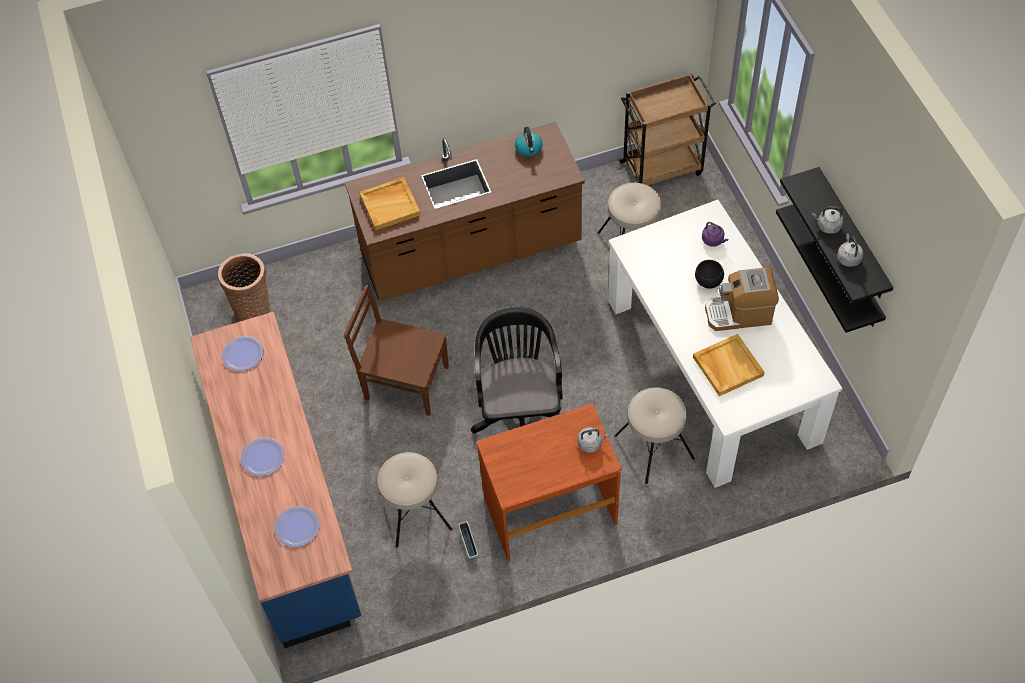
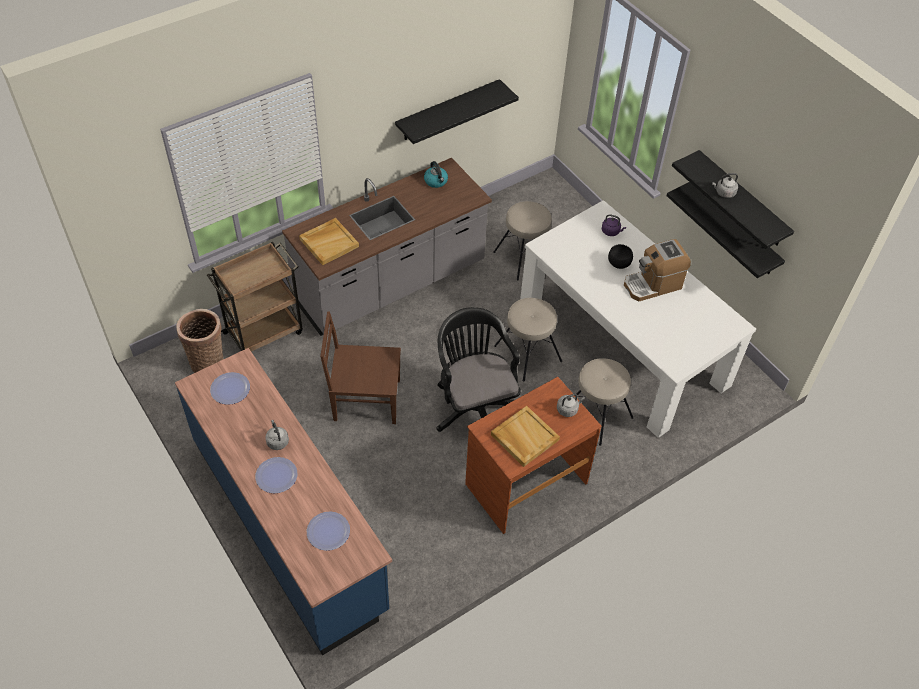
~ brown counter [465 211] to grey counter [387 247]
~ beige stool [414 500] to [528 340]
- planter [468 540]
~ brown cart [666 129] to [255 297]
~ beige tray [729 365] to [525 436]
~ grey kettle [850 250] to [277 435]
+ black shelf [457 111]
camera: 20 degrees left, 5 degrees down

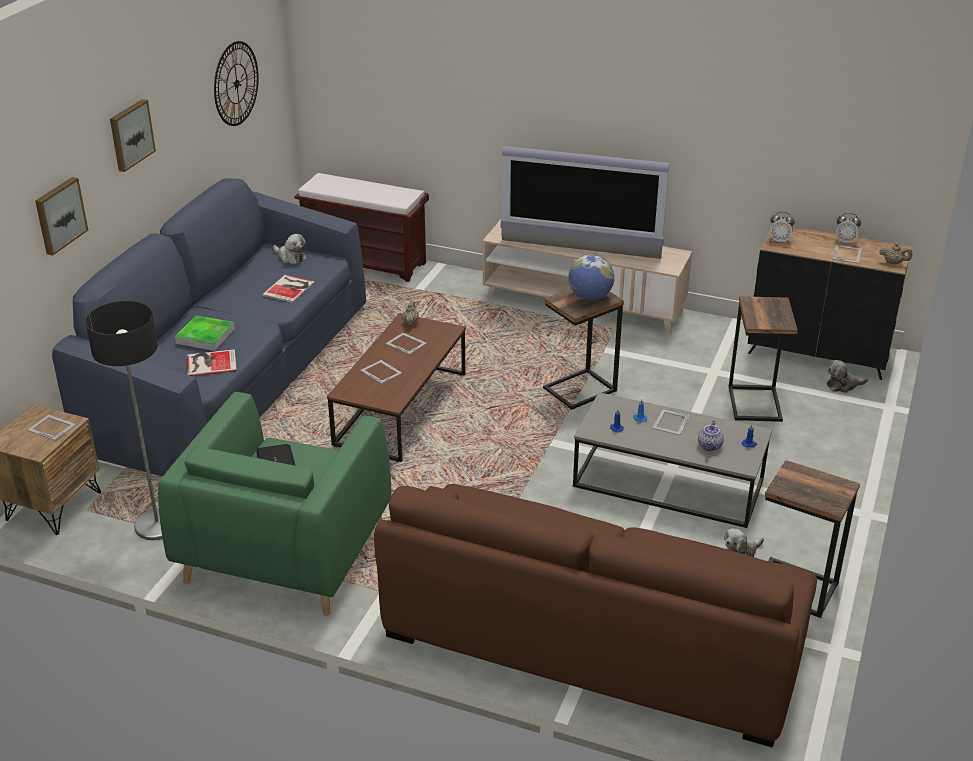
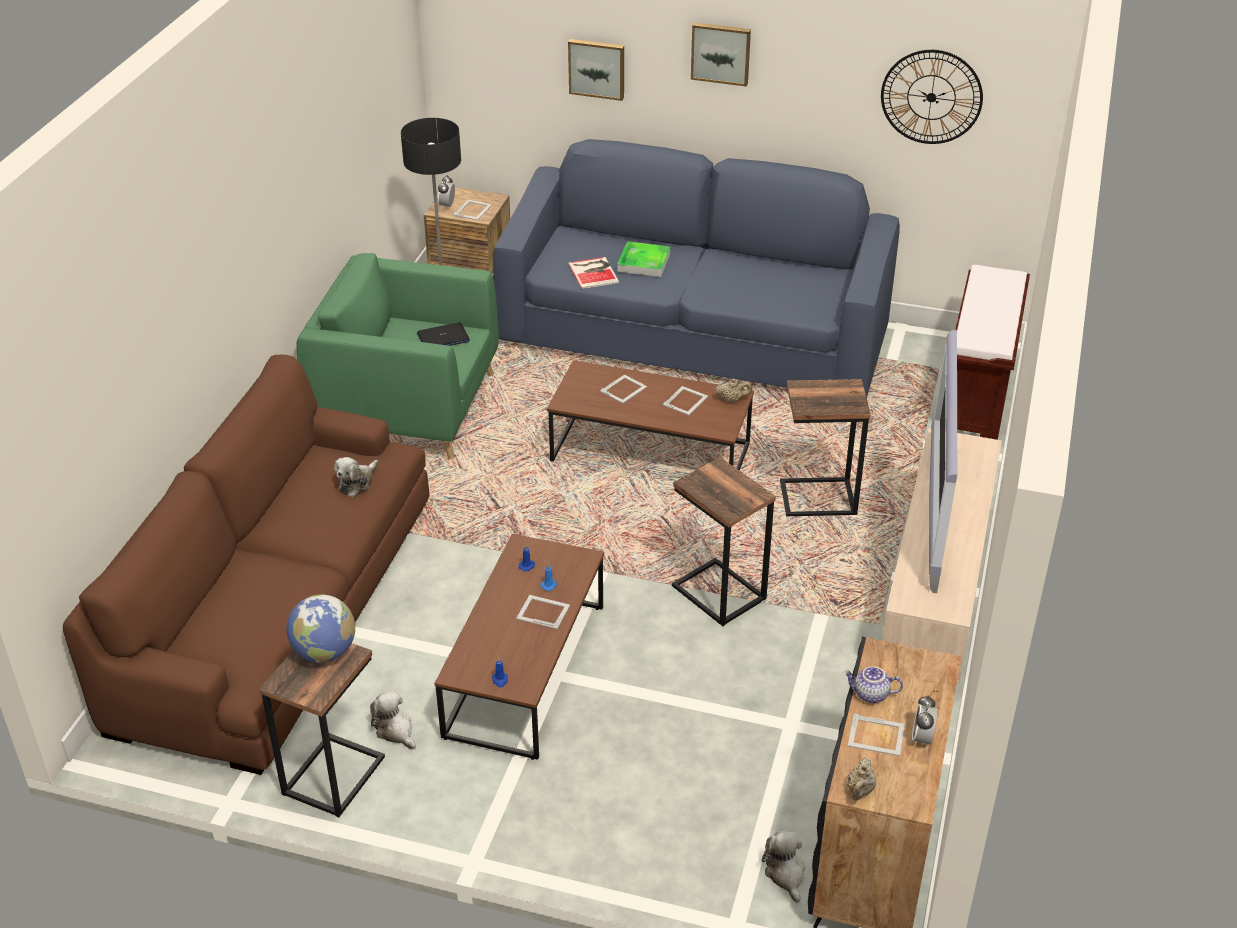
- book [288 289]
~ plush toy [290 249] to [356 477]
~ globe [591 278] to [320 628]
~ grey coffee table [672 460] to brown coffee table [519 647]
~ teapot [711 435] to [873 684]
~ side table [763 359] to [825 447]
~ alarm clock [782 227] to [446 192]
camera: 85 degrees right, 5 degrees up

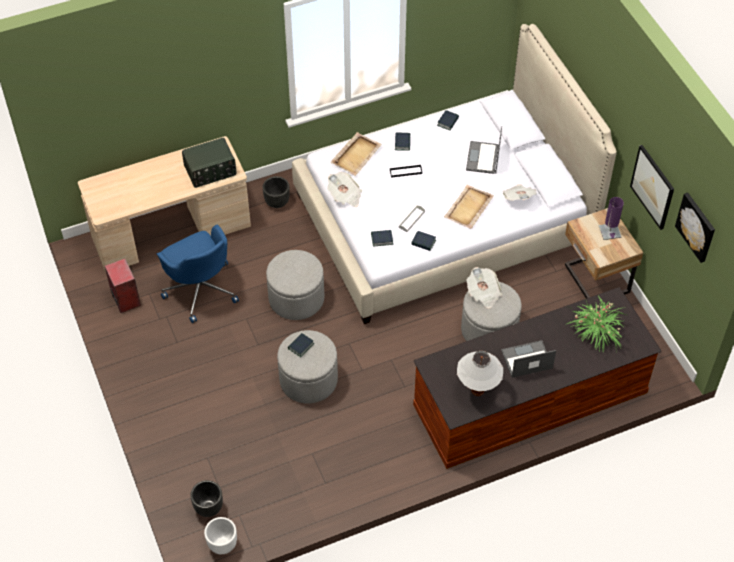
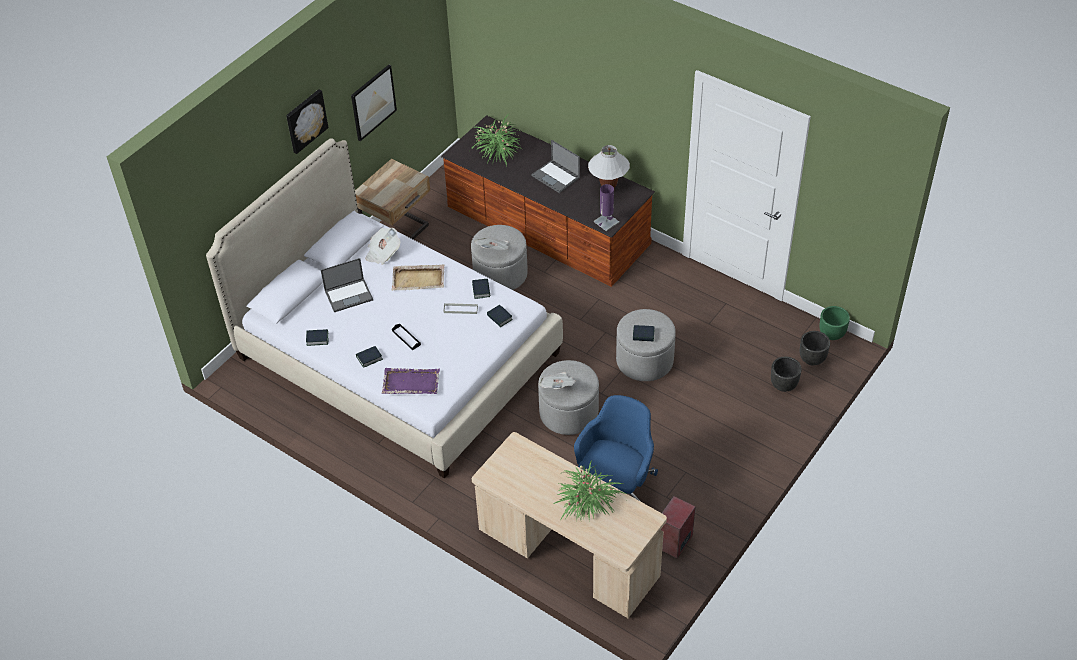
- radio [209 163]
~ white planter [220 535] to green planter [834 323]
~ black planter [276 192] to [786 374]
~ newspaper [344 189] to [557 380]
~ beige tray [356 154] to purple tray [411 381]
~ purple table lamp [611 218] to [606 207]
~ picture [695 228] to [307 121]
+ potted plant [590 490]
camera: 120 degrees left, 5 degrees down

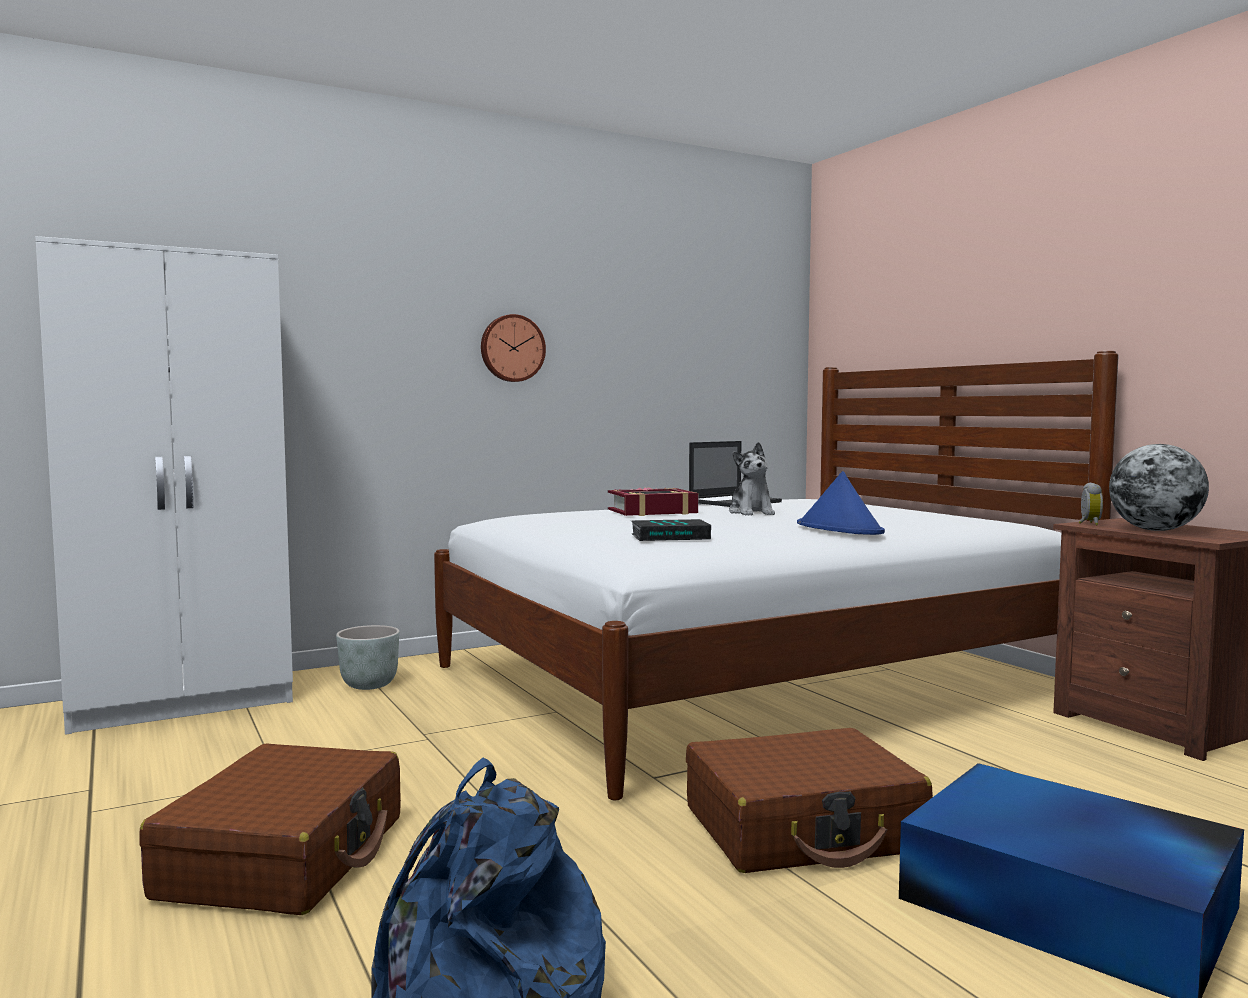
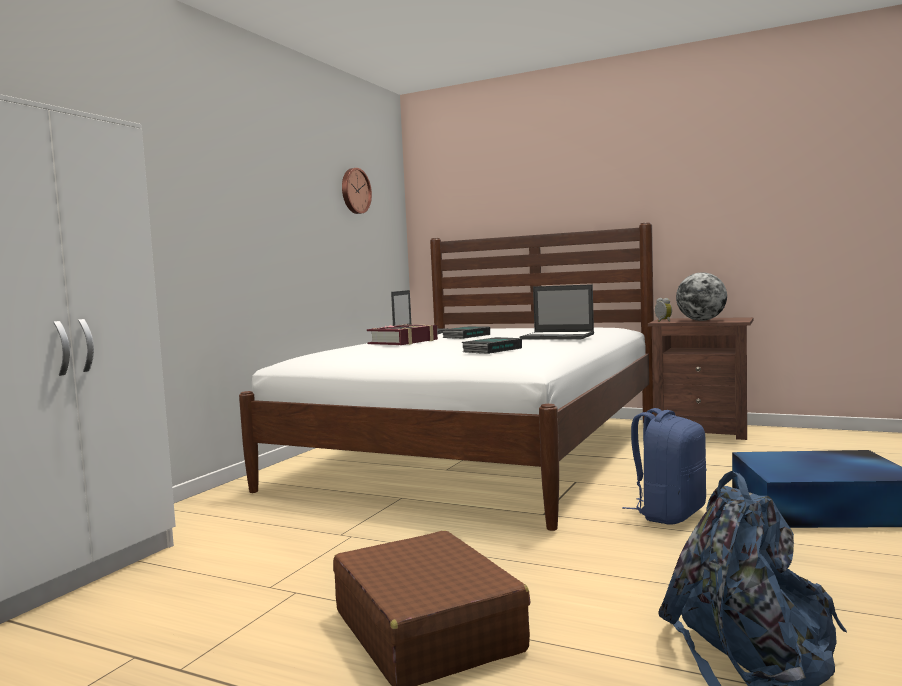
- grey planter [367 657]
~ wall clock [513 348] to [357 191]
~ brown suitcase [809 800] to blue backpack [664 466]
~ plush toy [752 479] to book [466 332]
~ blue hat [841 503] to laptop [556 312]
camera: 35 degrees left, 0 degrees up

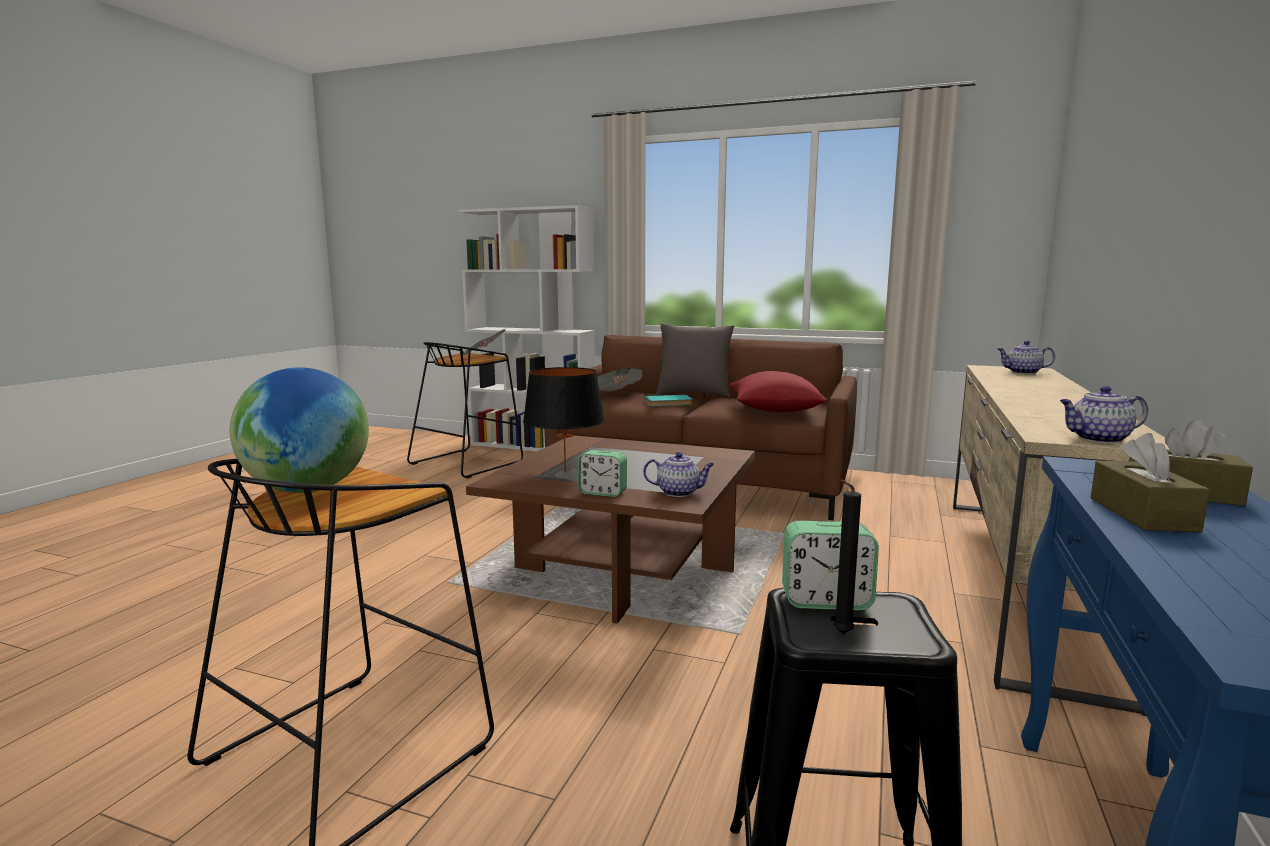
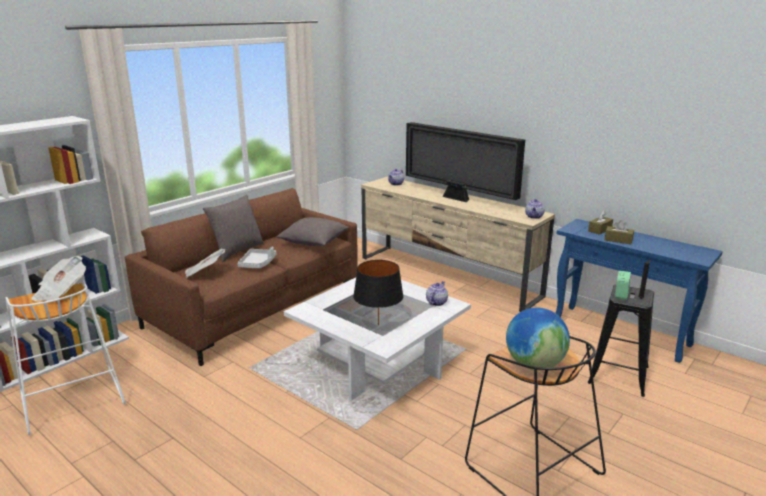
~ black stool [465 410] to white stool [65 358]
~ brown coffee table [610 529] to white coffee table [377 339]
- alarm clock [602 473]
~ turquoise book [668 400] to grey tray [257 257]
~ red pillow [778 391] to grey pillow [313 232]
+ television [465 162]
camera: 70 degrees left, 10 degrees up

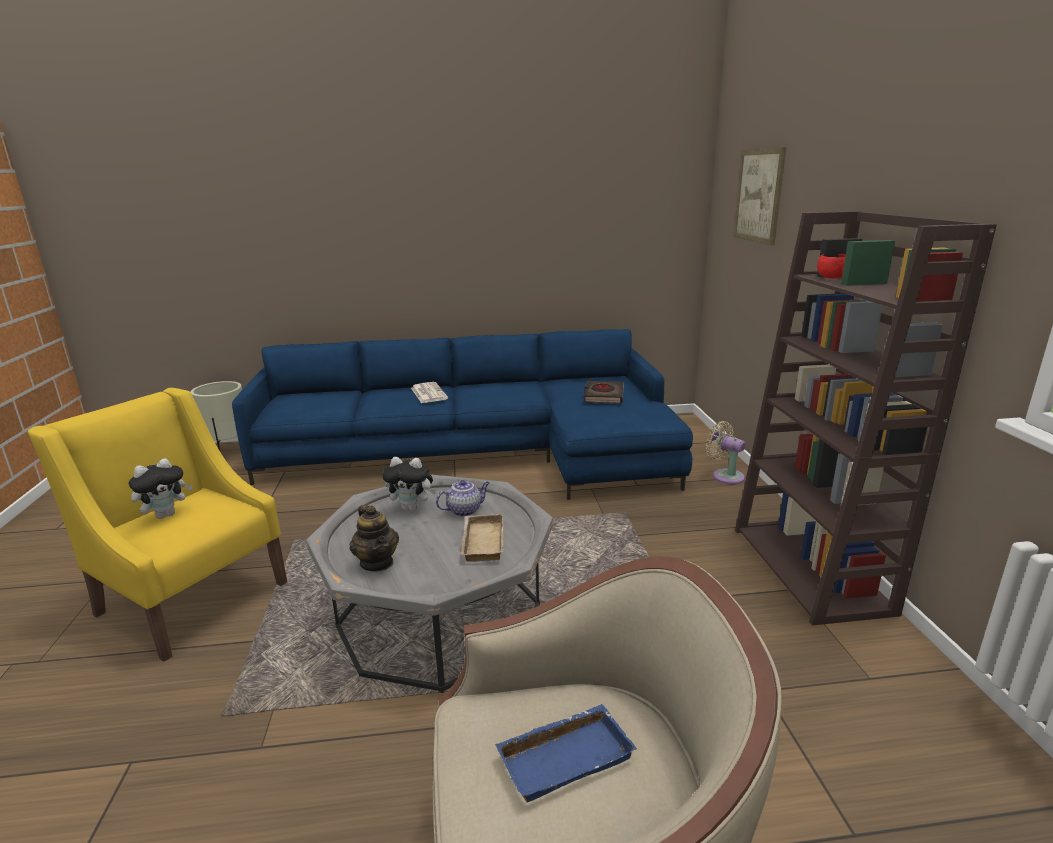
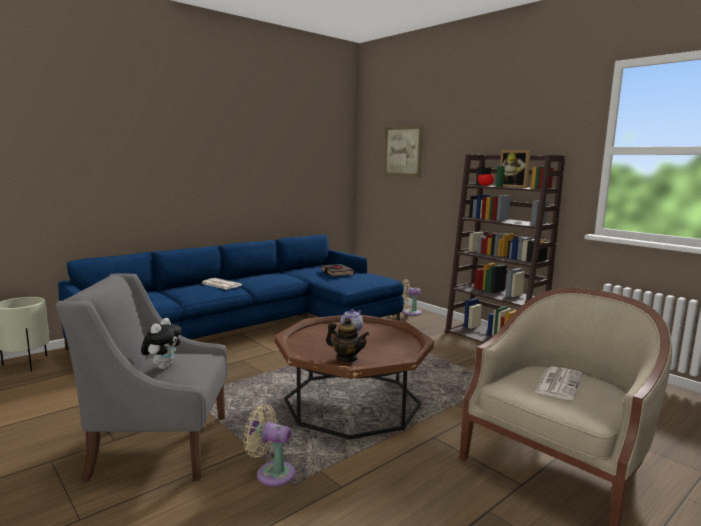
~ yellow armchair [157 525] to grey armchair [141 377]
~ grey coffee table [429 584] to brown coffee table [354 377]
- plush toy [409 484]
- beige tray [482 538]
~ blue tray [566 753] to newspaper [558 383]
+ beige fan [269 445]
+ picture frame [515 169]
camera: 35 degrees left, 10 degrees down

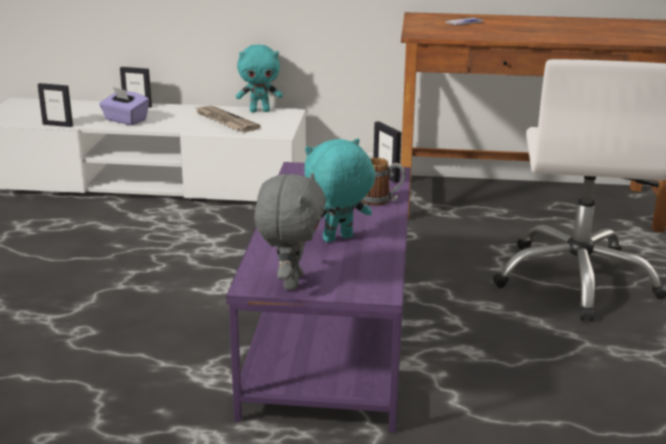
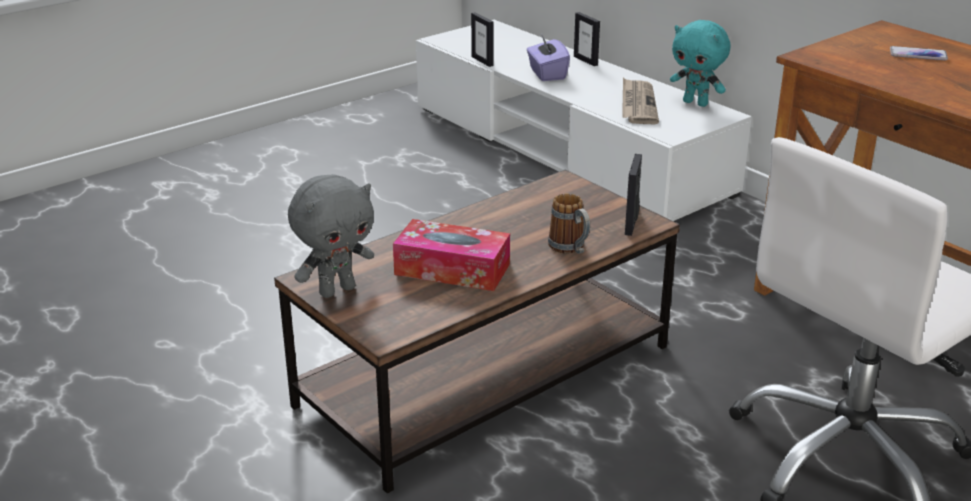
~ purple coffee table [318 297] to brown coffee table [477 331]
~ turquoise plush toy [340 190] to tissue box [451 255]
camera: 45 degrees right, 5 degrees up

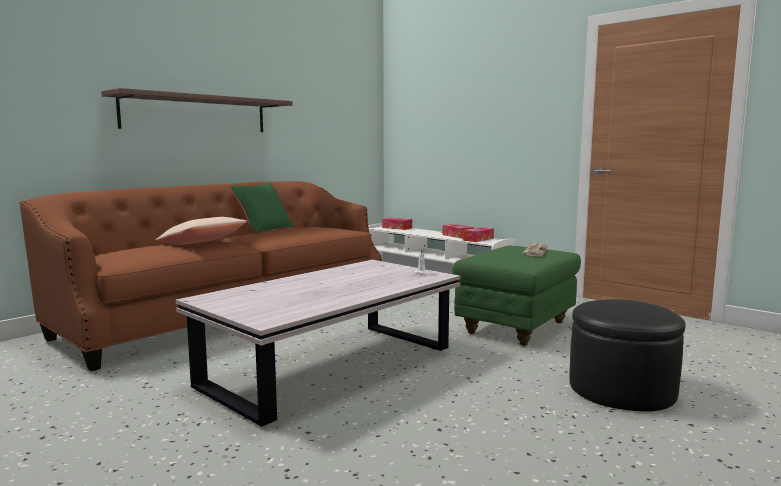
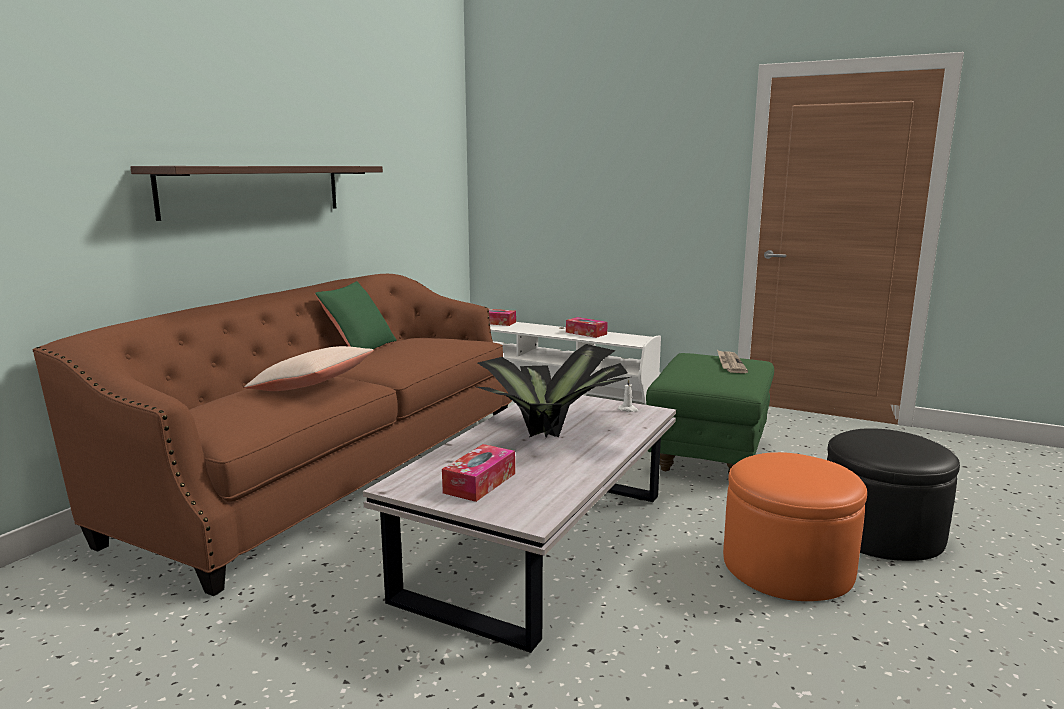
~ tissue box [478 234] to [478 473]
+ potted plant [553 391]
+ orange ottoman [795 526]
camera: 15 degrees left, 5 degrees up

